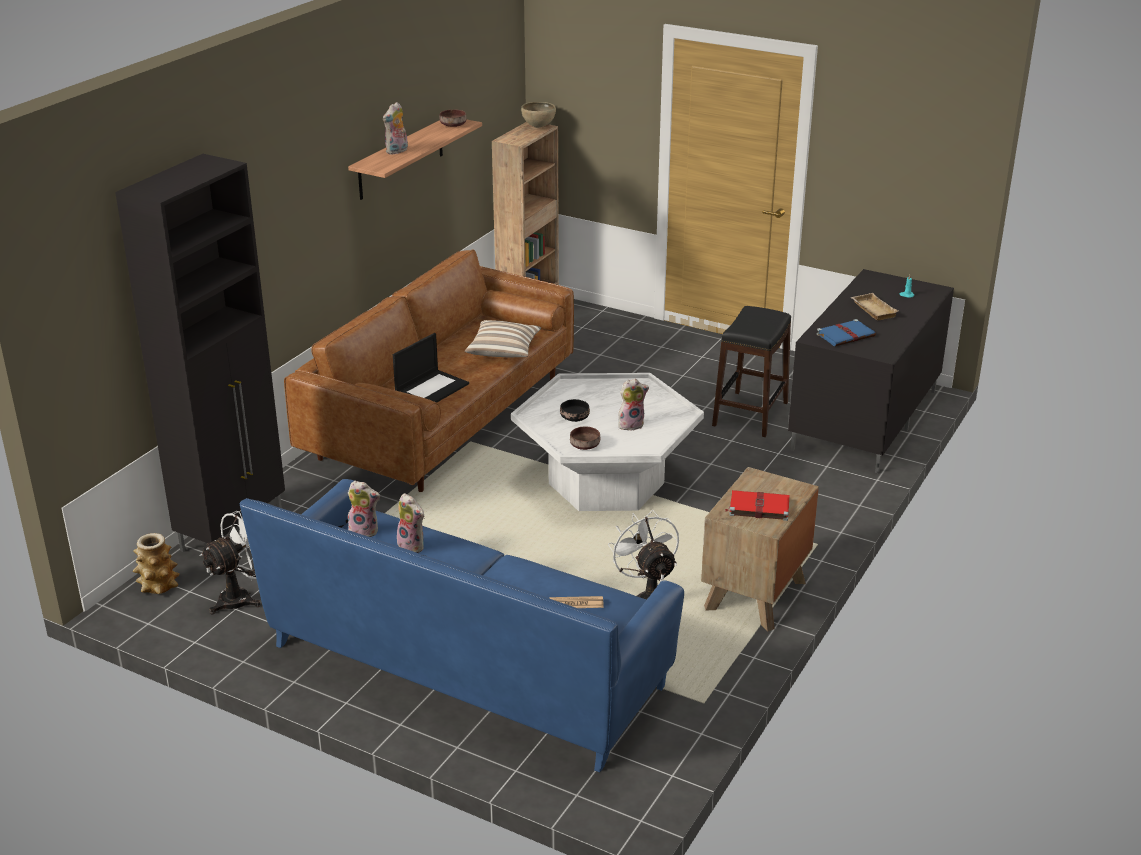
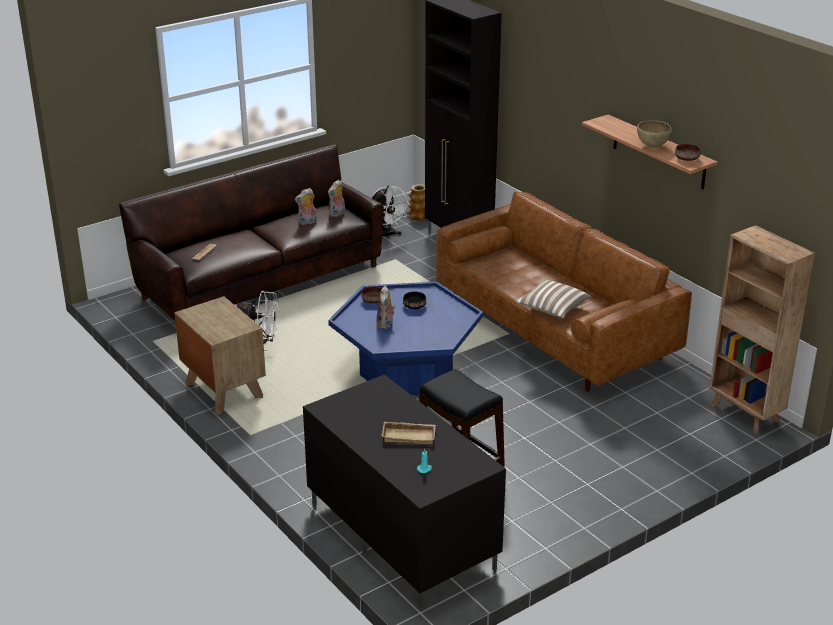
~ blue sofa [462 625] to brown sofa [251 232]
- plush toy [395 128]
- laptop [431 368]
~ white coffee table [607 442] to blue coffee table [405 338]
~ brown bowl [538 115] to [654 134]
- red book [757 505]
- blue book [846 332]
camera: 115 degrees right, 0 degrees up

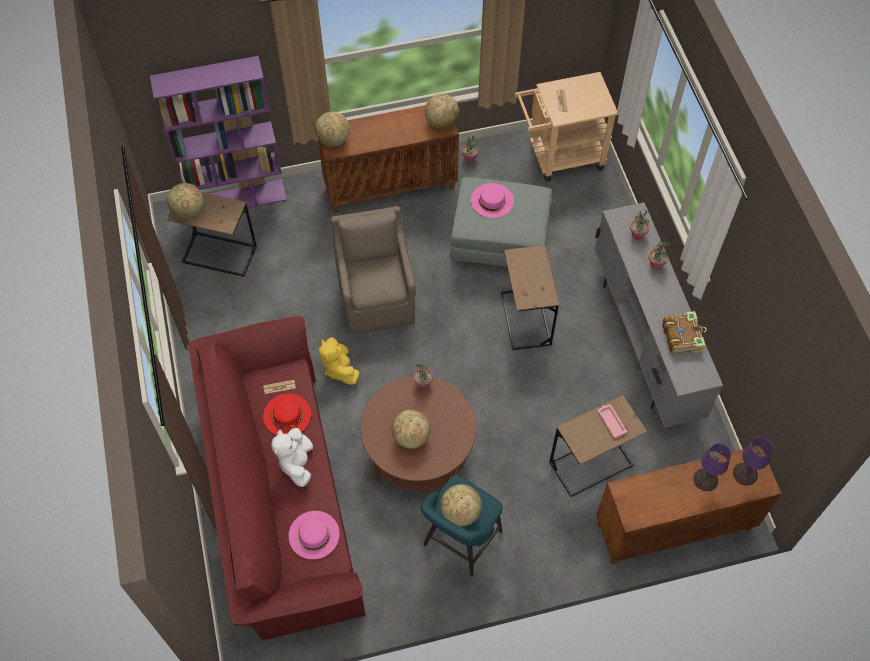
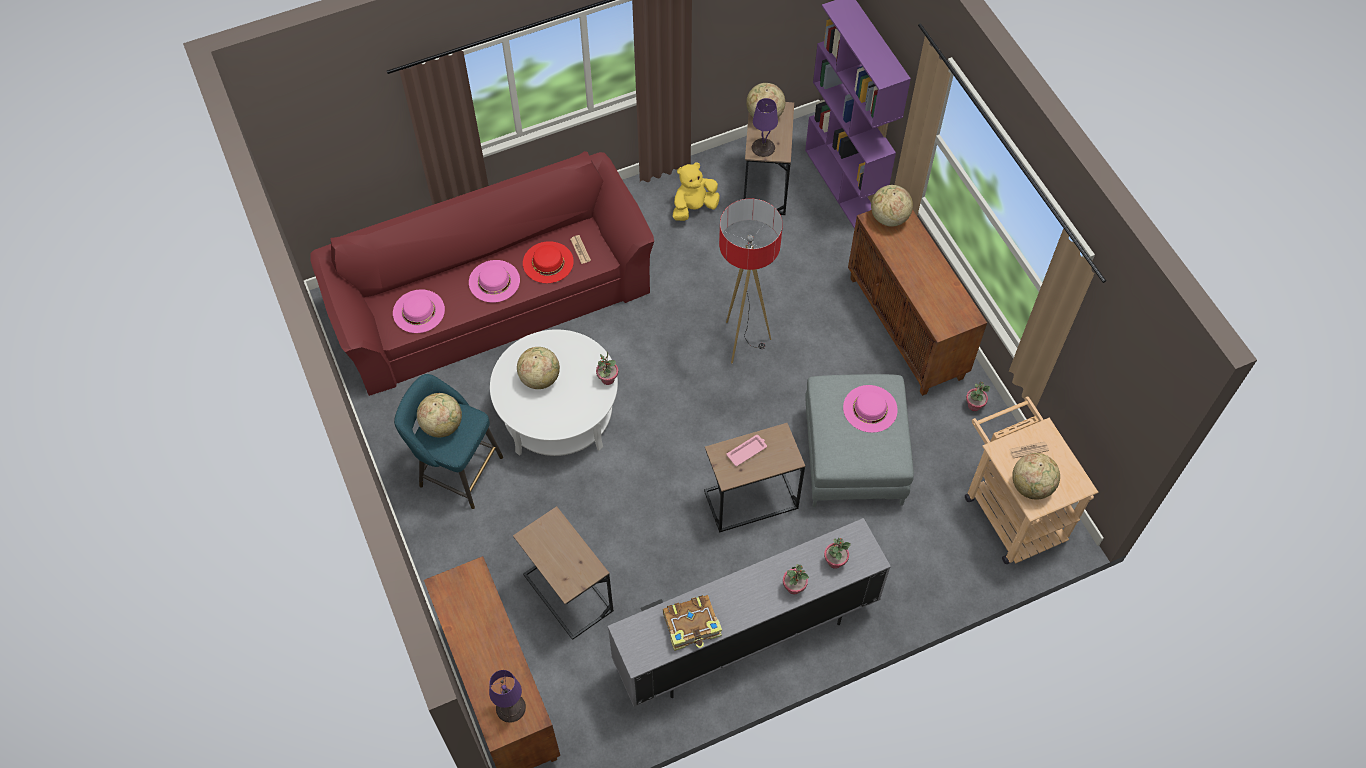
~ white plush toy [292 457] to pink hat [494 281]
~ yellow plush toy [339 361] to [696 191]
~ brown armchair [373 270] to floor lamp [751 281]
~ brown coffee table [418 433] to white coffee table [554 392]
~ globe [442 111] to [1036 476]
~ pink tray [612 421] to [747 450]
~ purple table lamp [712 467] to [765 127]
camera: 80 degrees right, 0 degrees up

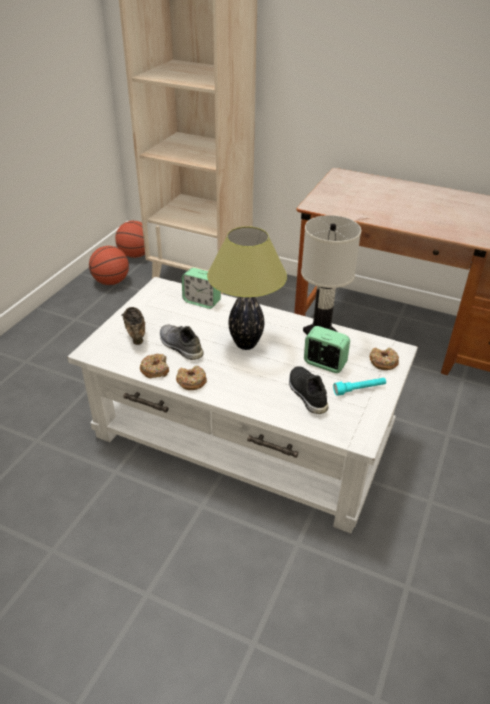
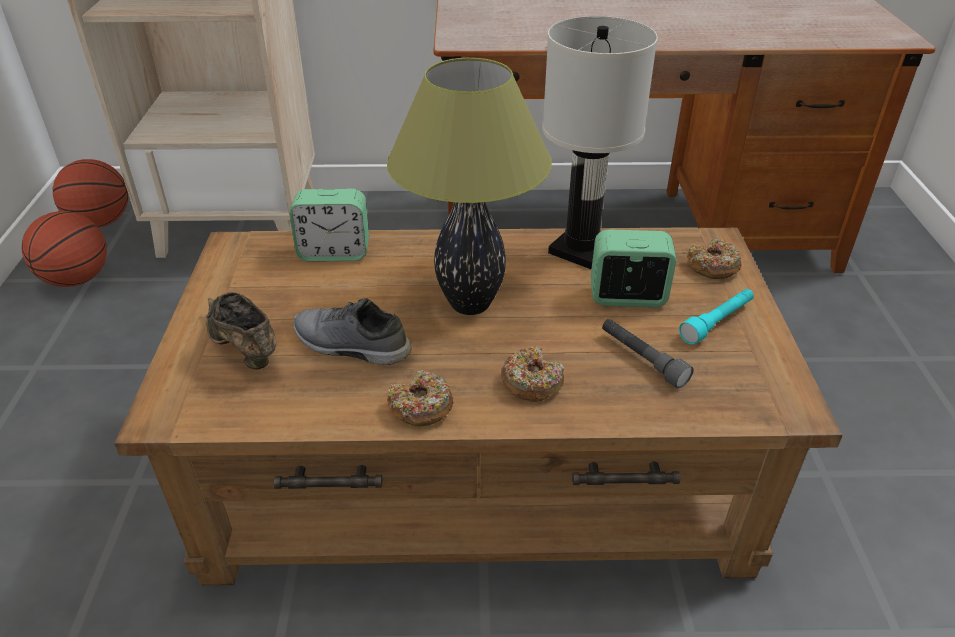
~ white coffee table [242 405] to brown coffee table [478 406]
~ donut [154 366] to [532 374]
~ black shoe [309 390] to grey flashlight [648 353]
camera: 25 degrees left, 0 degrees up

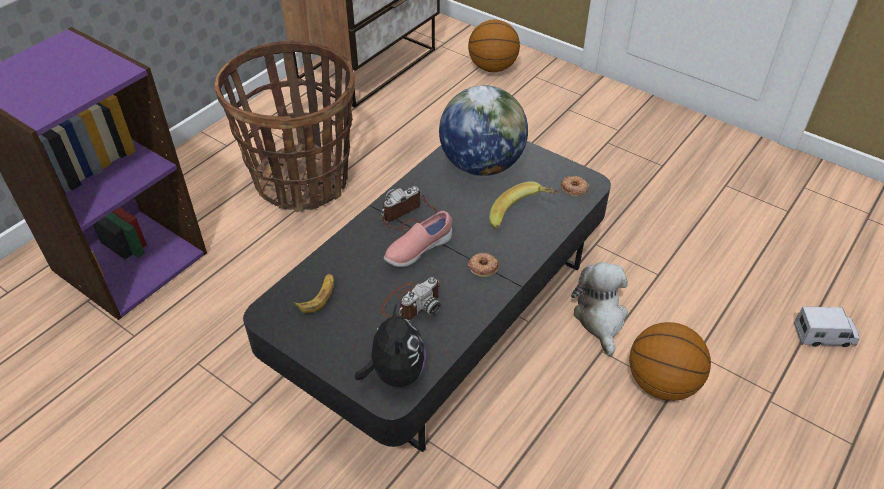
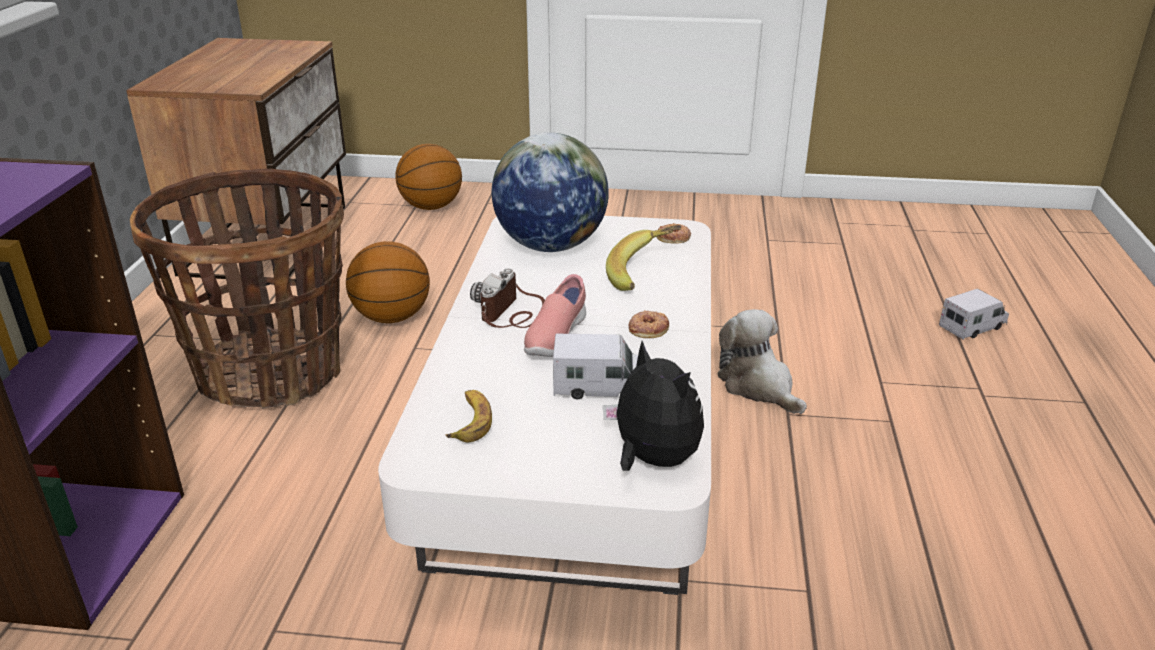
~ black coffee table [427 296] to white coffee table [544 405]
~ photo camera [411 298] to toy truck [595 367]
~ basketball [670 361] to [388 282]
camera: 30 degrees left, 15 degrees down

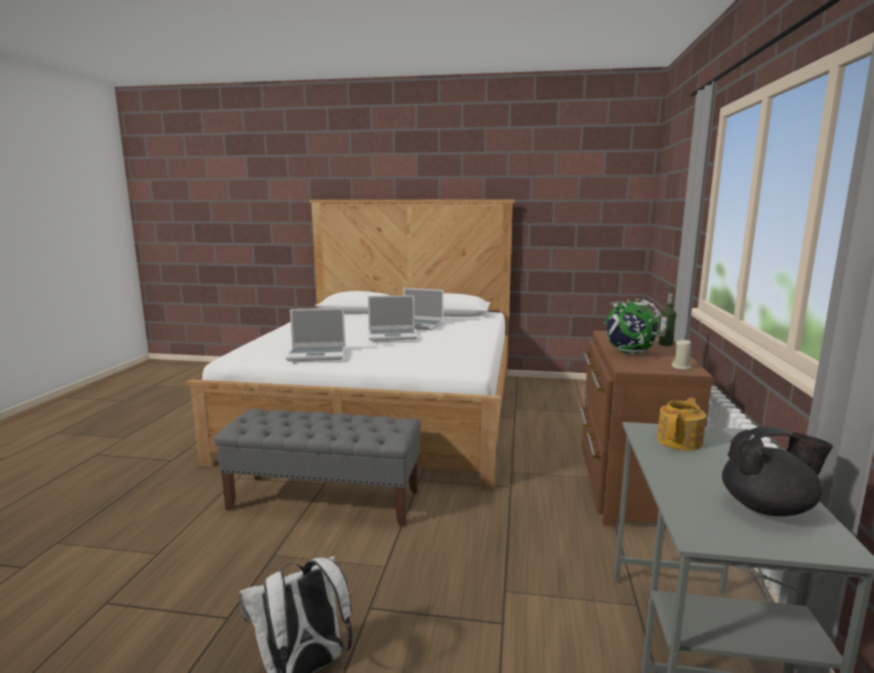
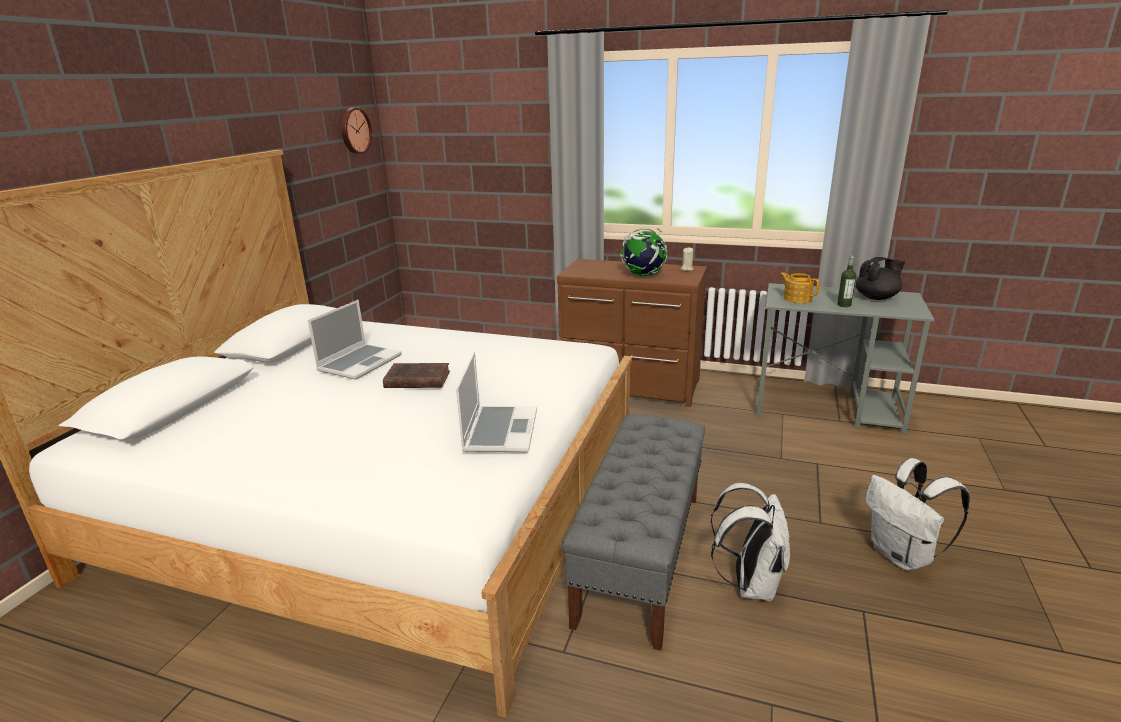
~ laptop [393 318] to brown book [416 375]
~ bottle [667 319] to [846 281]
~ black teapot [777 471] = [880 278] 60 degrees clockwise
+ wall clock [356 131]
+ white backpack [750 542]
camera: 80 degrees left, 10 degrees up

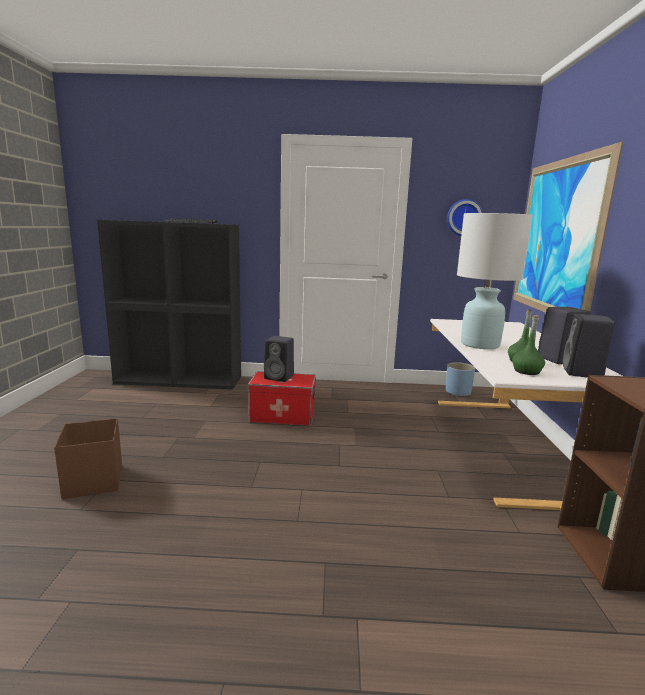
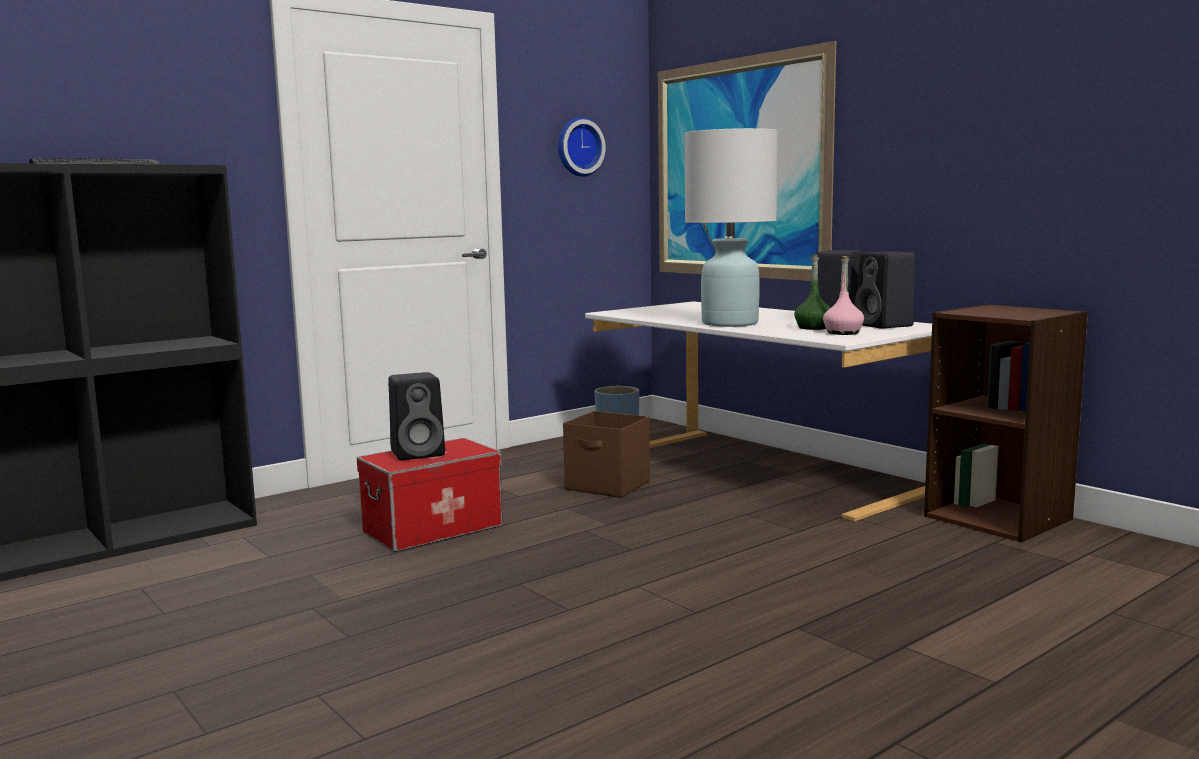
~ brown storage box [88 458] to [606 454]
~ green bottle [528 345] to pink bottle [843 295]
camera: 40 degrees left, 5 degrees down

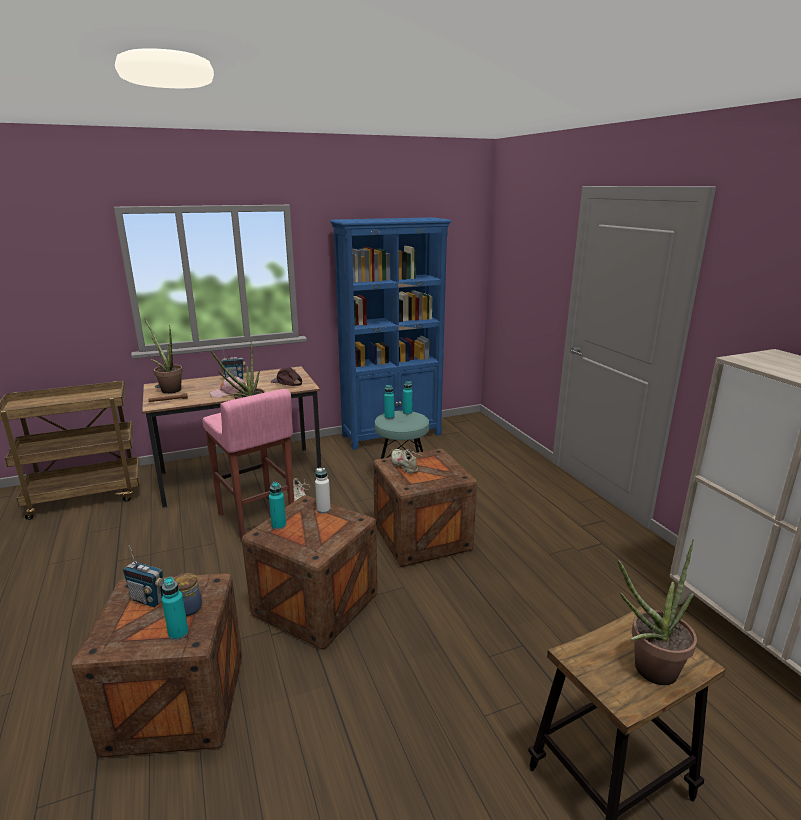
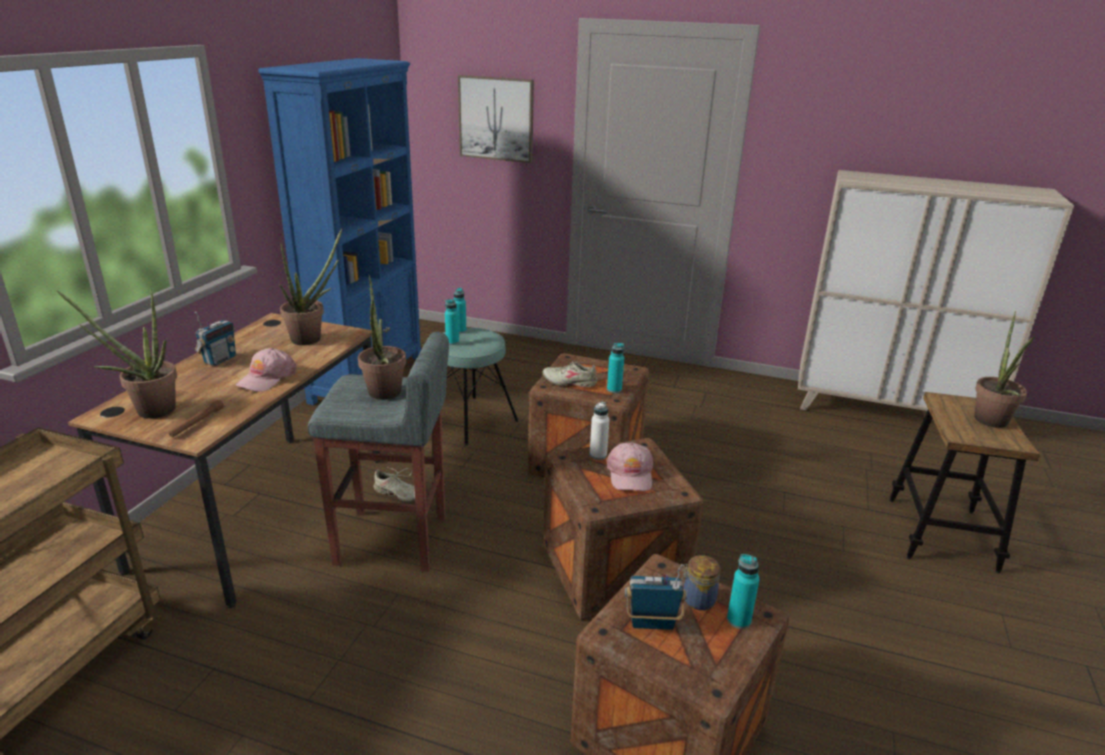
~ radio [143 576] = [656 597] 150 degrees counterclockwise
~ pink stool [248 465] to grey stool [378 452]
~ turquoise bottle [277 506] to [615 368]
~ brown cap [286 376] to potted plant [310 286]
+ picture [496 119]
+ pink cap [629 467]
camera: 50 degrees left, 5 degrees up

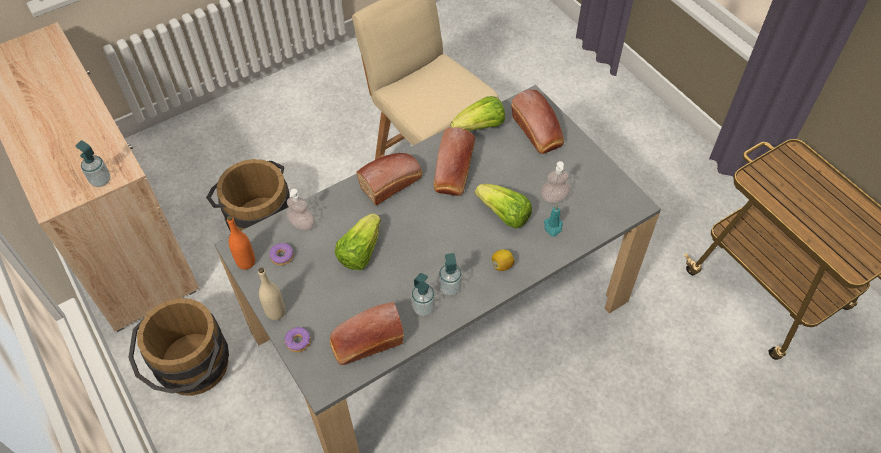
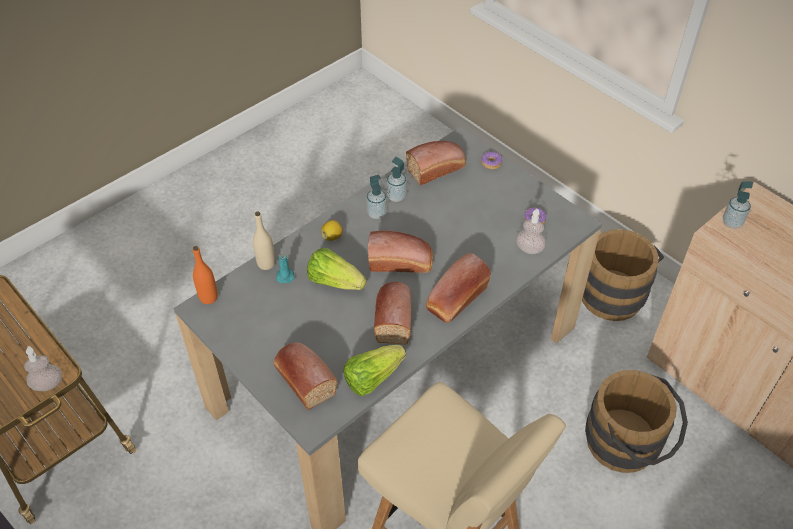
~ orange bottle [241 243] to [205 275]
~ beige bottle [271 293] to [264 241]
- lettuce [358 241]
~ soap dispenser [555 182] to [43 368]
+ bread [400 252]
camera: 170 degrees right, 5 degrees down

